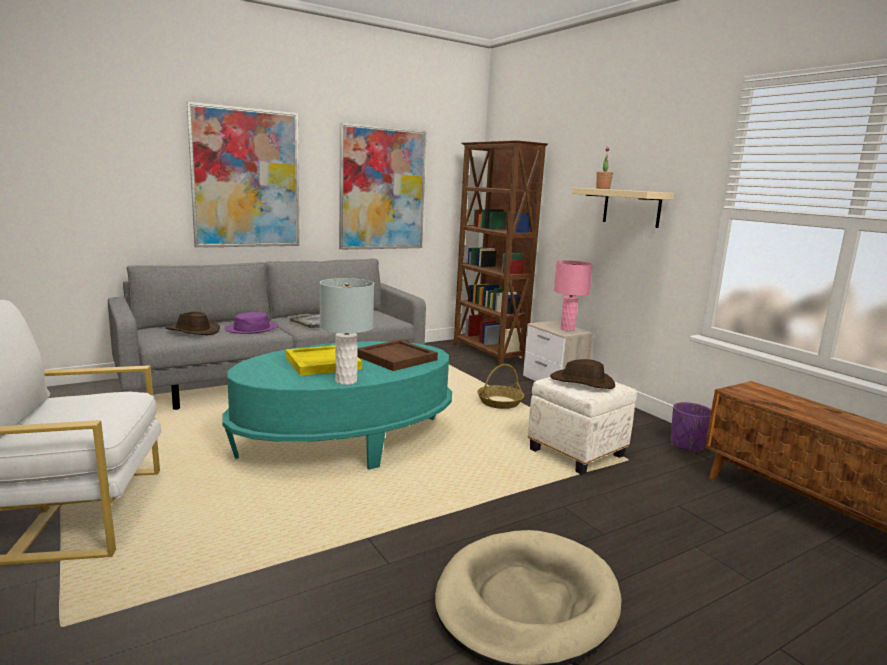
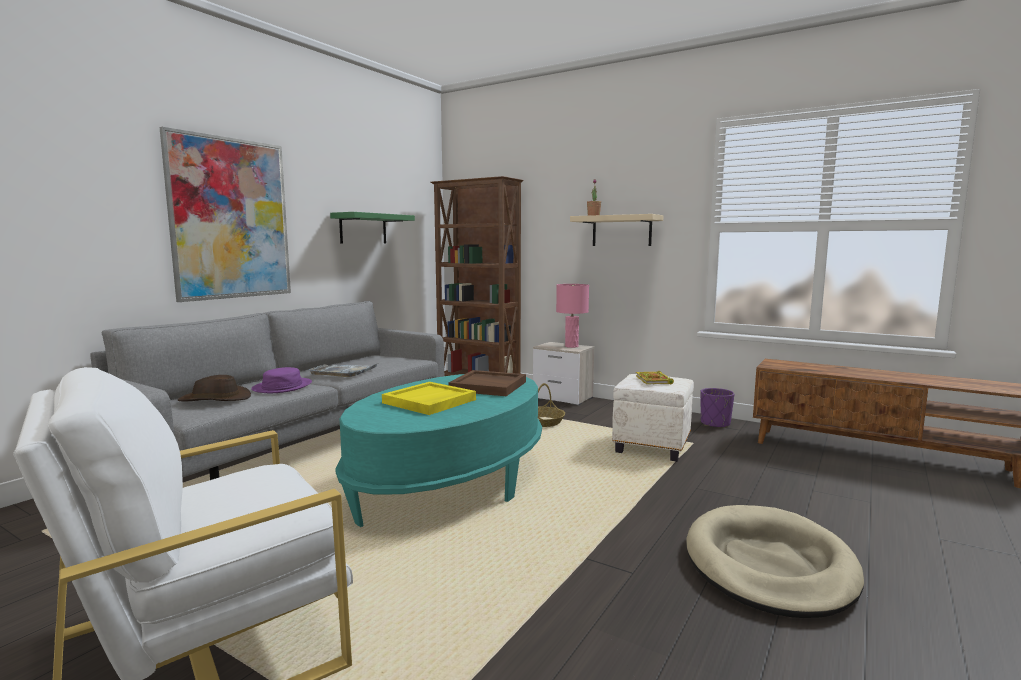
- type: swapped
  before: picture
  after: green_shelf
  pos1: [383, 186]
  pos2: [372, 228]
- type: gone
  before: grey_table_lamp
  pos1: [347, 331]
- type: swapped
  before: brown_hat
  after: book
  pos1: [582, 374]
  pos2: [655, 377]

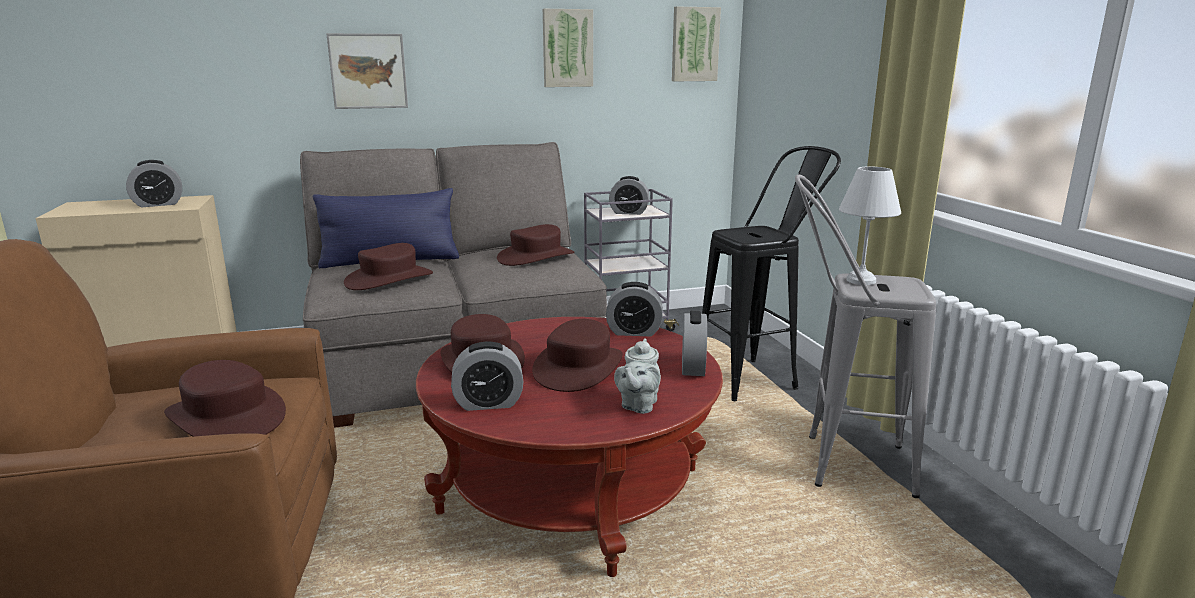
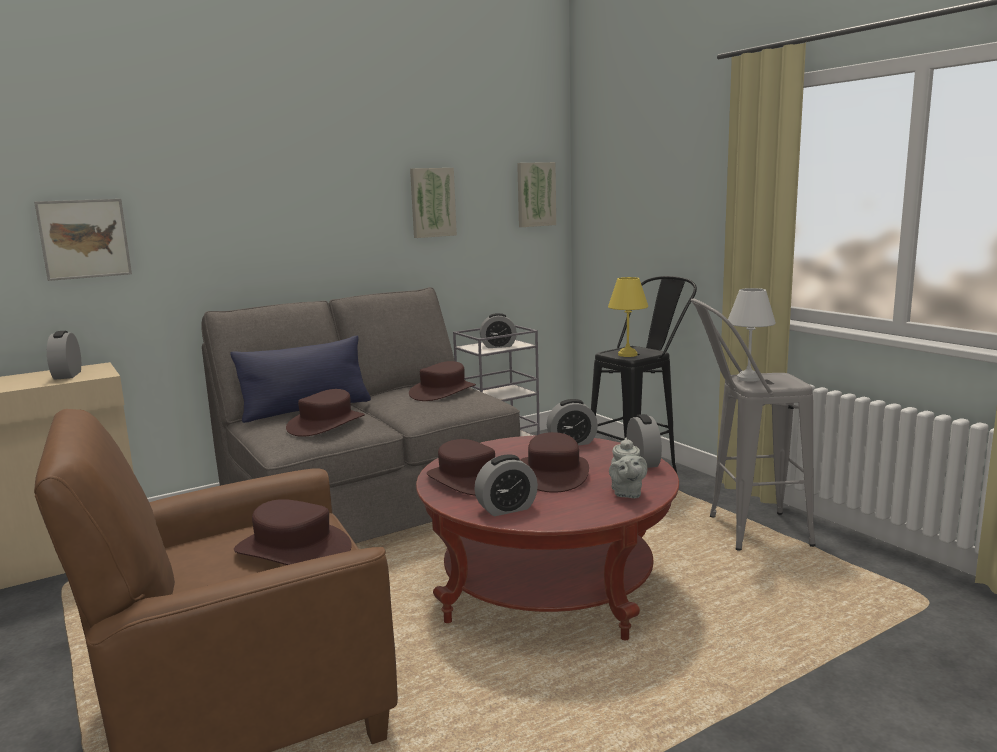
- type: shifted
  before: picture
  pos1: [367, 71]
  pos2: [83, 240]
- type: rotated
  before: alarm_clock
  pos1: [154, 183]
  pos2: [64, 355]
  turn: 120
- type: new
  after: yellow_table_lamp
  pos2: [628, 317]

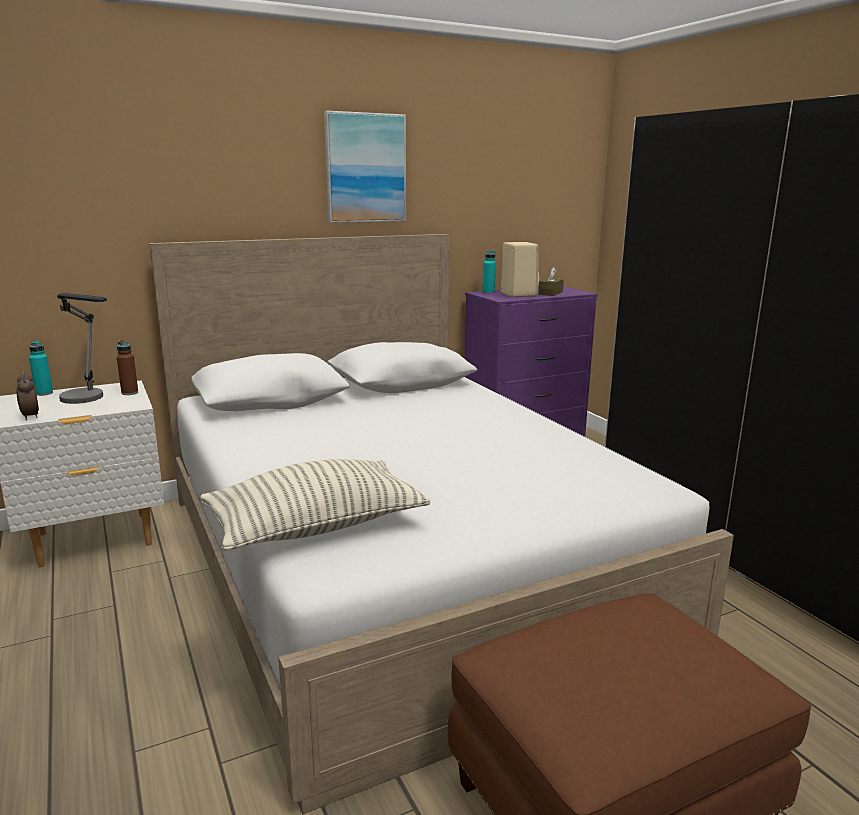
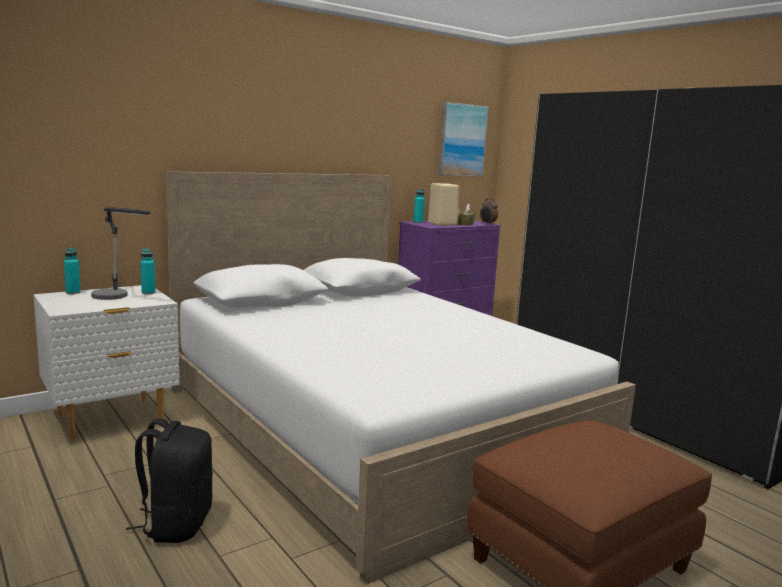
- type: shifted
  before: picture
  pos1: [365, 167]
  pos2: [464, 139]
- type: repainted
  before: brown_bottle
  after: turquoise_bottle
  pos1: [127, 367]
  pos2: [148, 271]
- type: shifted
  before: alarm_clock
  pos1: [27, 395]
  pos2: [489, 211]
- type: gone
  before: pillow
  pos1: [315, 505]
- type: new
  after: black_backpack
  pos2: [169, 480]

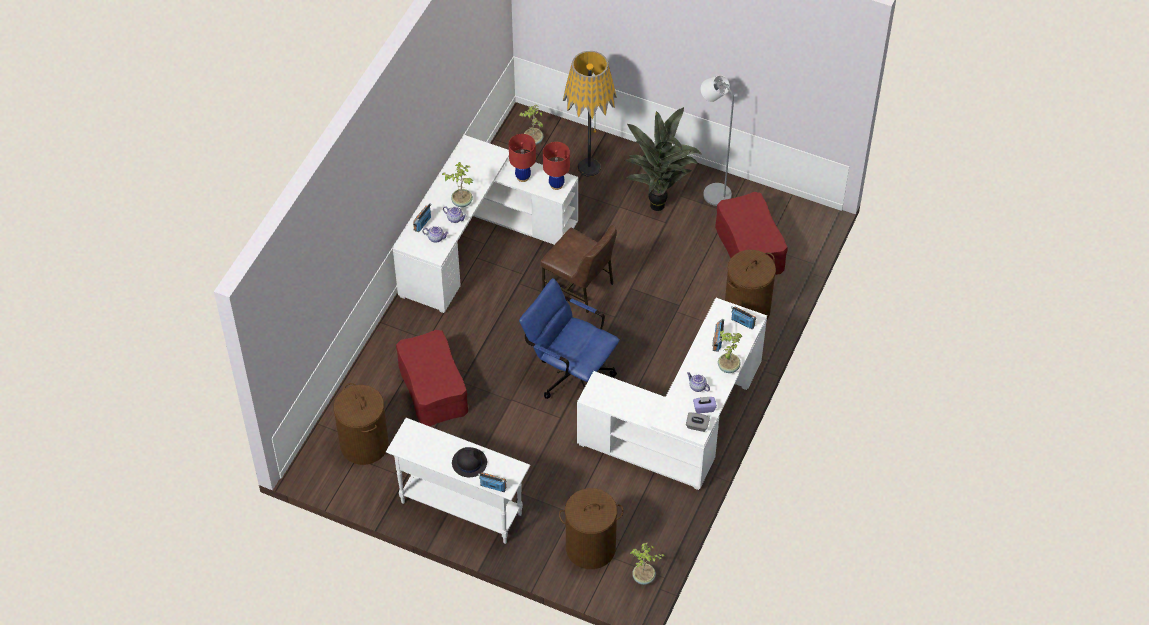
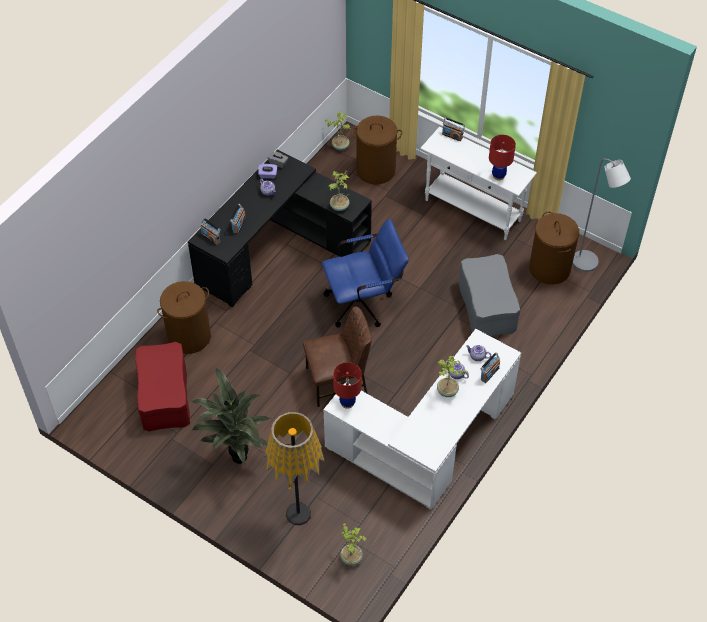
- type: shifted
  before: grey_floor_lamp
  pos1: [717, 140]
  pos2: [602, 215]
- type: shifted
  before: red_table_lamp
  pos1: [522, 158]
  pos2: [502, 157]
- type: rotated
  before: brown_chair
  pos1: [578, 269]
  pos2: [337, 357]
  turn: 120
- type: rotated
  before: blue_office_chair
  pos1: [569, 338]
  pos2: [365, 273]
  turn: -60
- type: repainted
  before: white_desk
  after: black_desk
  pos1: [672, 394]
  pos2: [280, 228]
- type: repainted
  before: red_ottoman
  after: grey_ottoman
  pos1: [432, 378]
  pos2: [489, 295]
- type: shifted
  before: potted_plant
  pos1: [730, 351]
  pos2: [339, 191]
- type: gone
  before: black_hat
  pos1: [469, 462]

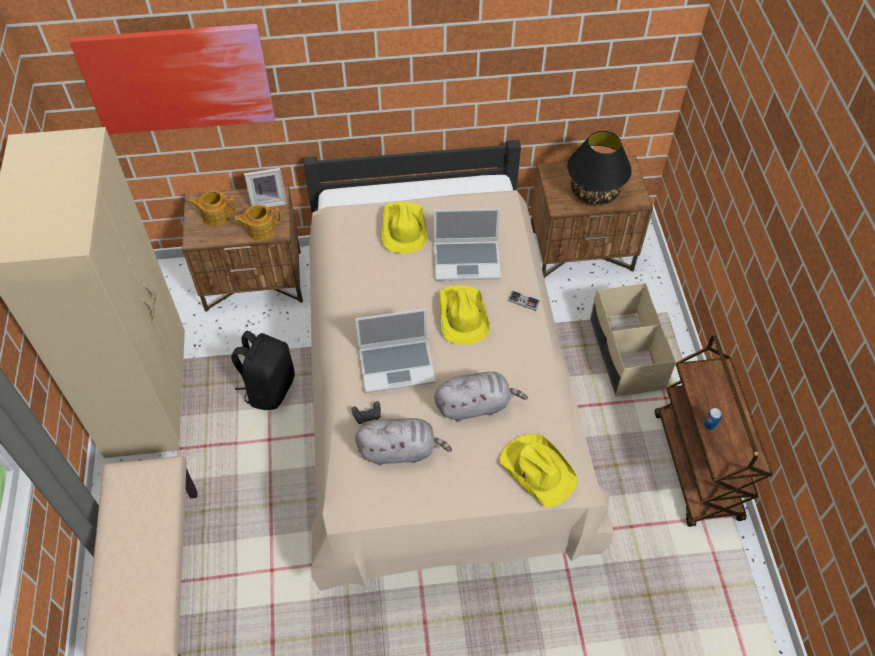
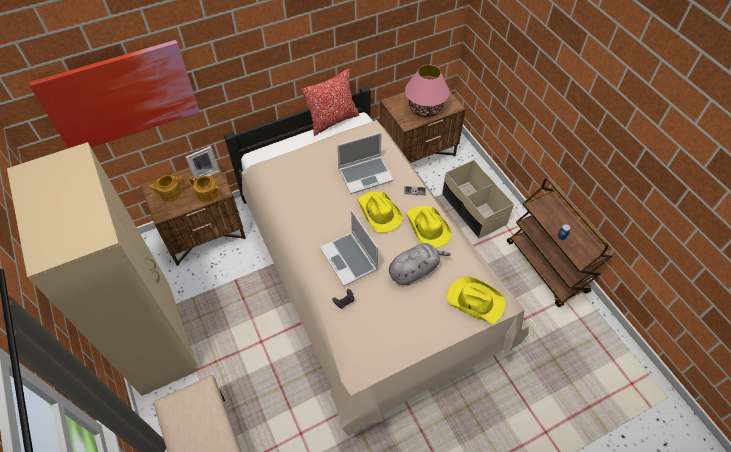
- type: repainted
  before: black_table_lamp
  after: pink_table_lamp
  pos1: [599, 168]
  pos2: [427, 91]
- type: shifted
  before: yellow_hat
  pos1: [404, 228]
  pos2: [429, 227]
- type: rotated
  before: teapot
  pos1: [257, 223]
  pos2: [204, 189]
  turn: -120
- type: rotated
  before: laptop
  pos1: [395, 351]
  pos2: [349, 248]
  turn: 90
- type: gone
  before: black_backpack
  pos1: [263, 370]
- type: gone
  before: grey_plush_toy
  pos1: [403, 441]
- type: new
  after: pillow
  pos2: [330, 102]

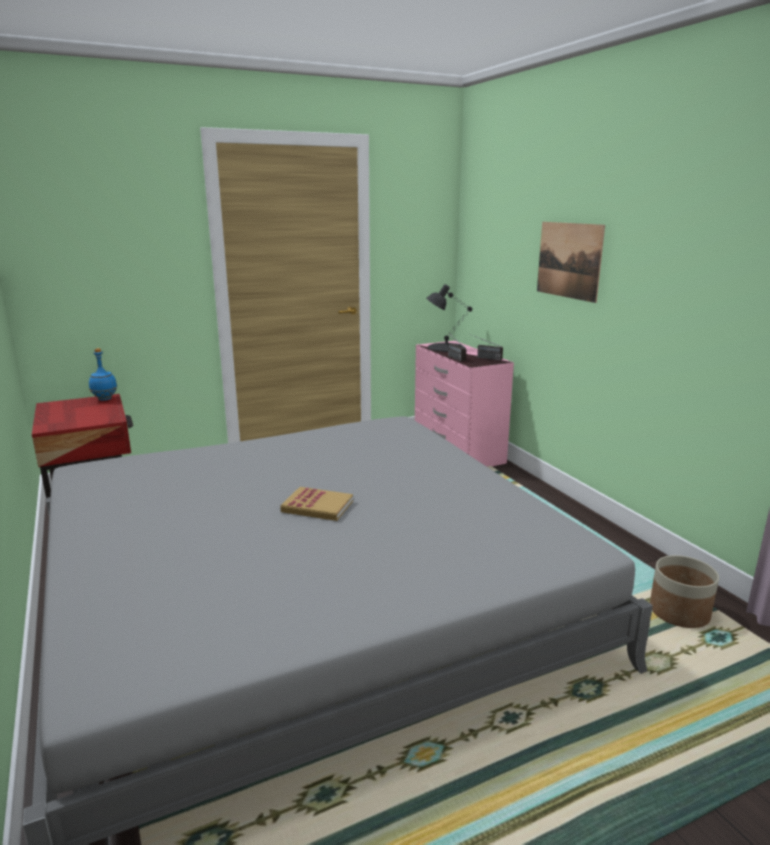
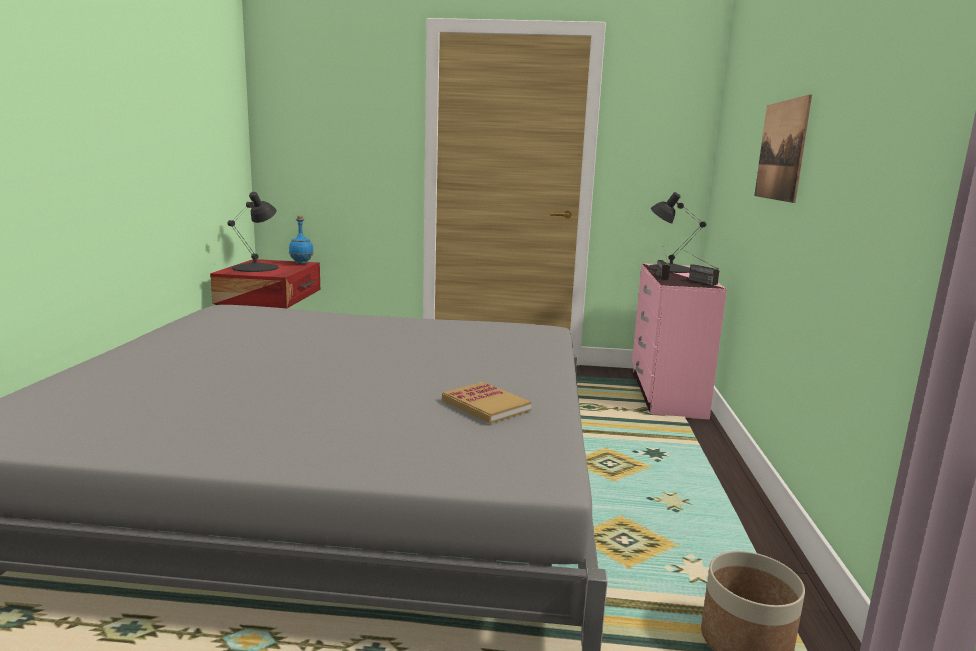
- type: shifted
  before: book
  pos1: [316, 504]
  pos2: [486, 403]
- type: new
  after: black_table_lamp
  pos2: [253, 232]

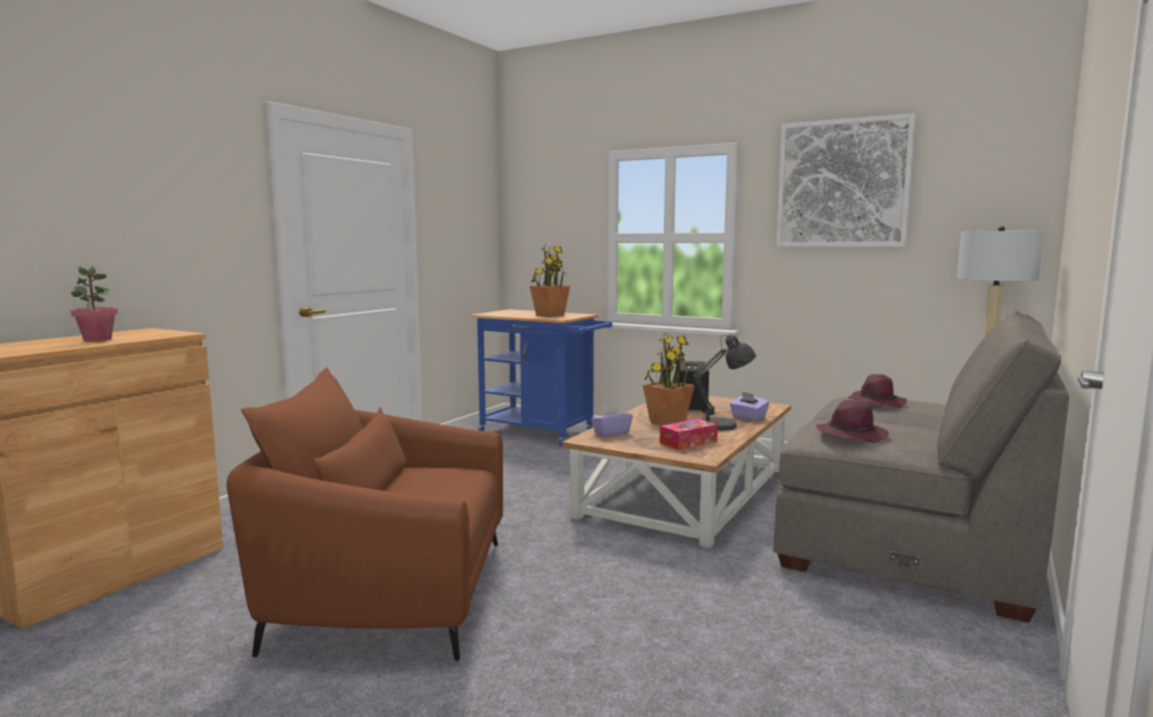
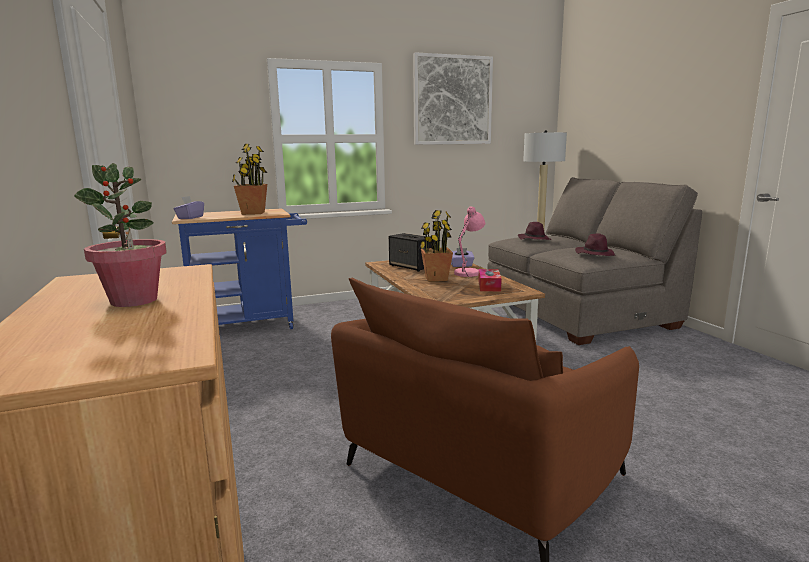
- type: repainted
  before: grey_table_lamp
  after: pink_table_lamp
  pos1: [724, 382]
  pos2: [469, 241]
- type: shifted
  before: purple_tissue_box
  pos1: [612, 420]
  pos2: [189, 207]

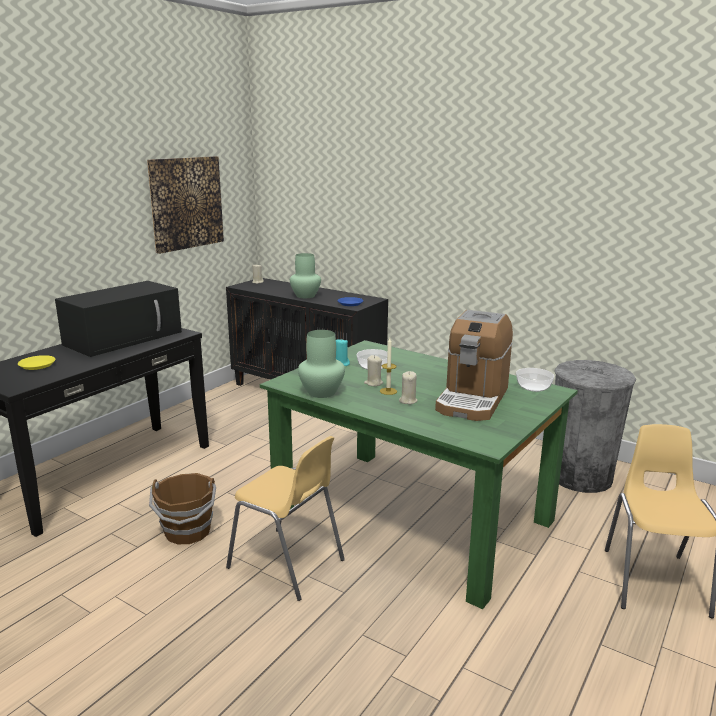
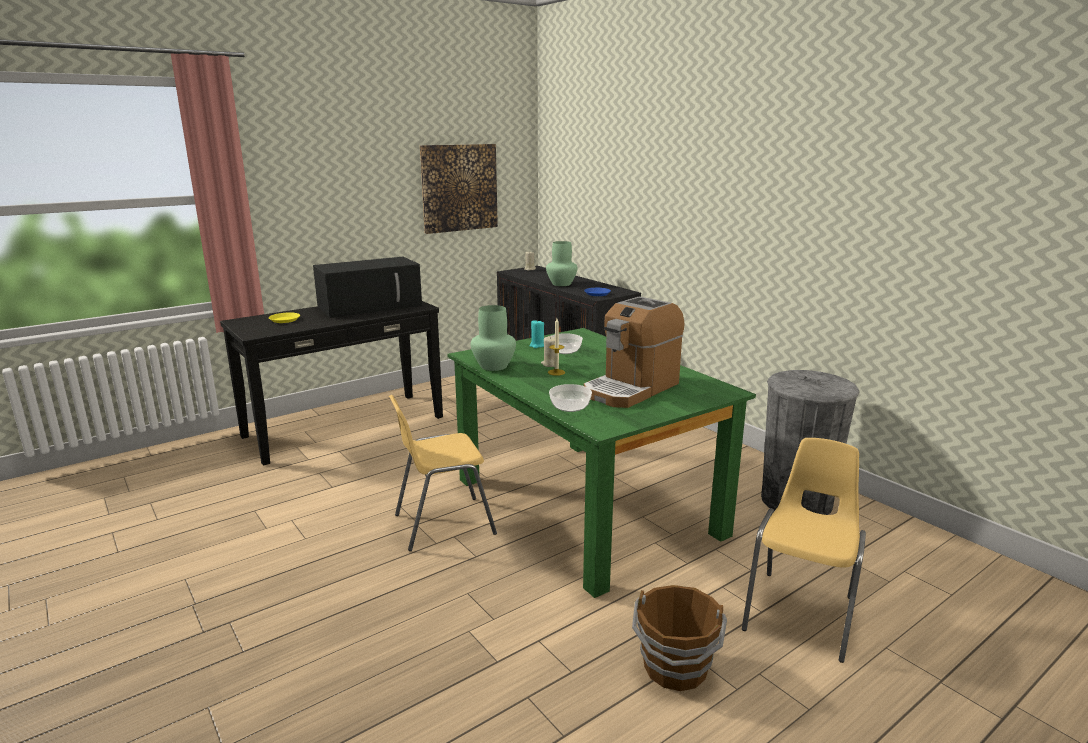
- type: shifted
  before: bowl
  pos1: [535, 380]
  pos2: [570, 398]
- type: gone
  before: beige_candle
  pos1: [408, 387]
- type: rotated
  before: yellow_chair
  pos1: [285, 518]
  pos2: [443, 473]
  turn: 105
- type: shifted
  before: brown_bucket
  pos1: [182, 508]
  pos2: [679, 638]

